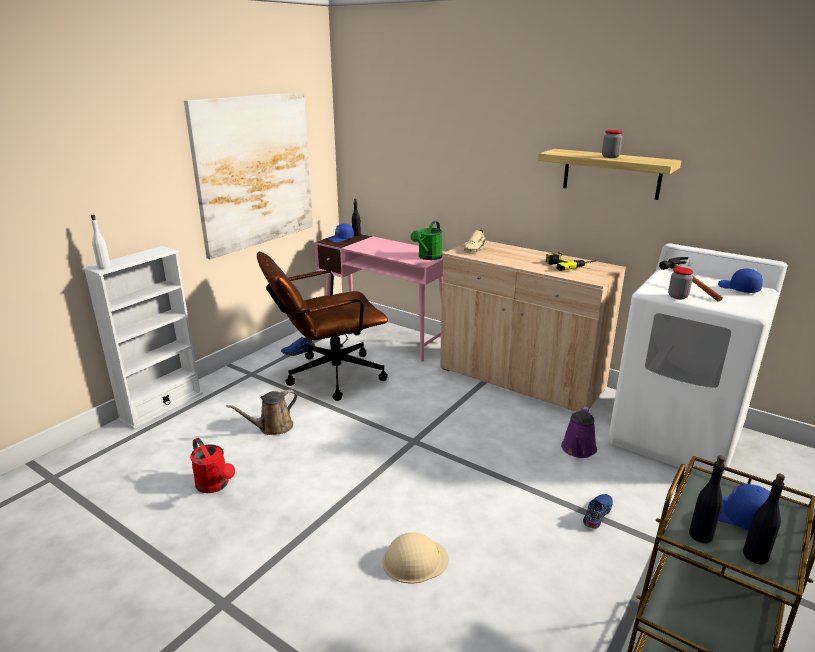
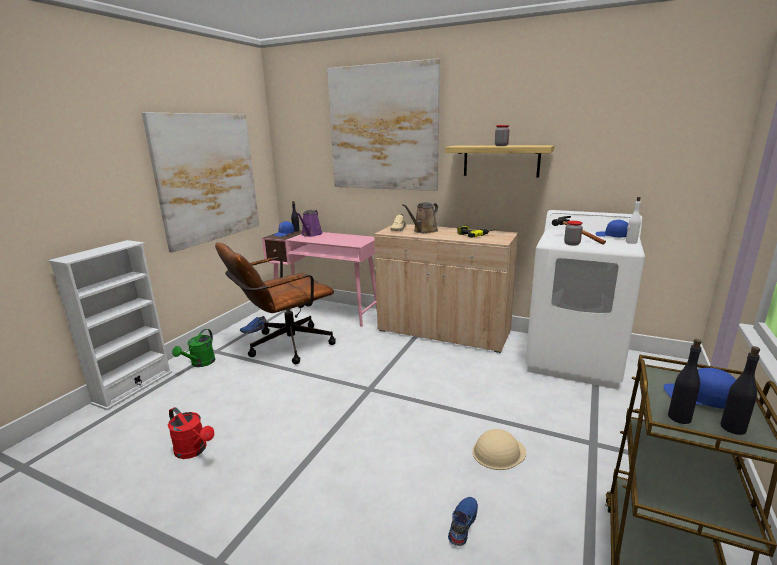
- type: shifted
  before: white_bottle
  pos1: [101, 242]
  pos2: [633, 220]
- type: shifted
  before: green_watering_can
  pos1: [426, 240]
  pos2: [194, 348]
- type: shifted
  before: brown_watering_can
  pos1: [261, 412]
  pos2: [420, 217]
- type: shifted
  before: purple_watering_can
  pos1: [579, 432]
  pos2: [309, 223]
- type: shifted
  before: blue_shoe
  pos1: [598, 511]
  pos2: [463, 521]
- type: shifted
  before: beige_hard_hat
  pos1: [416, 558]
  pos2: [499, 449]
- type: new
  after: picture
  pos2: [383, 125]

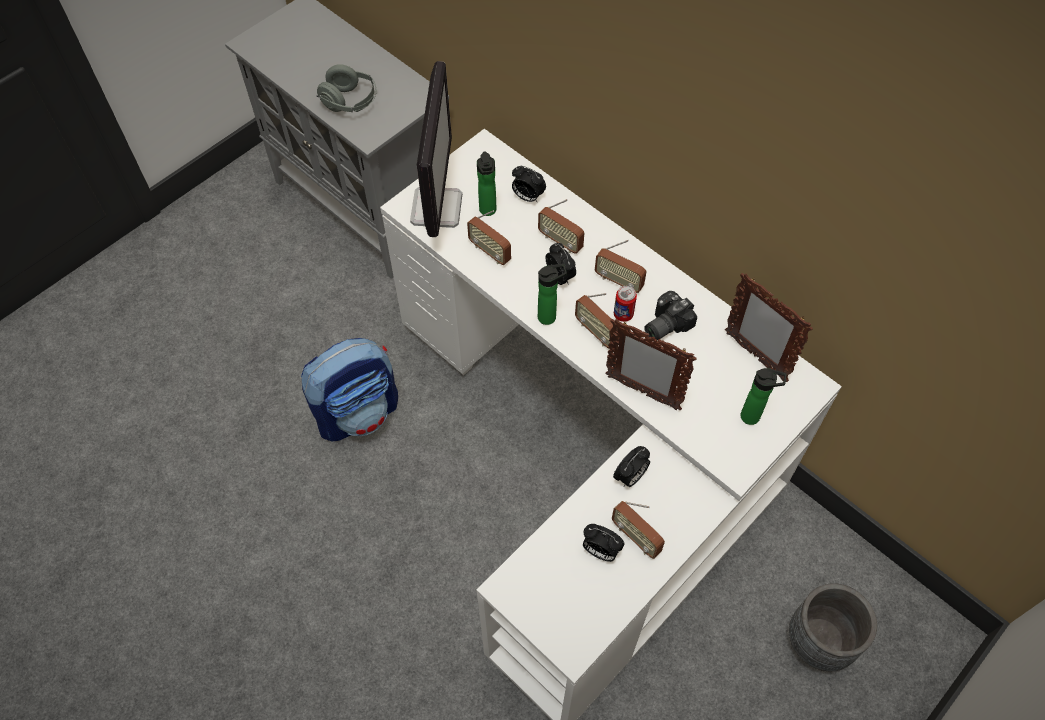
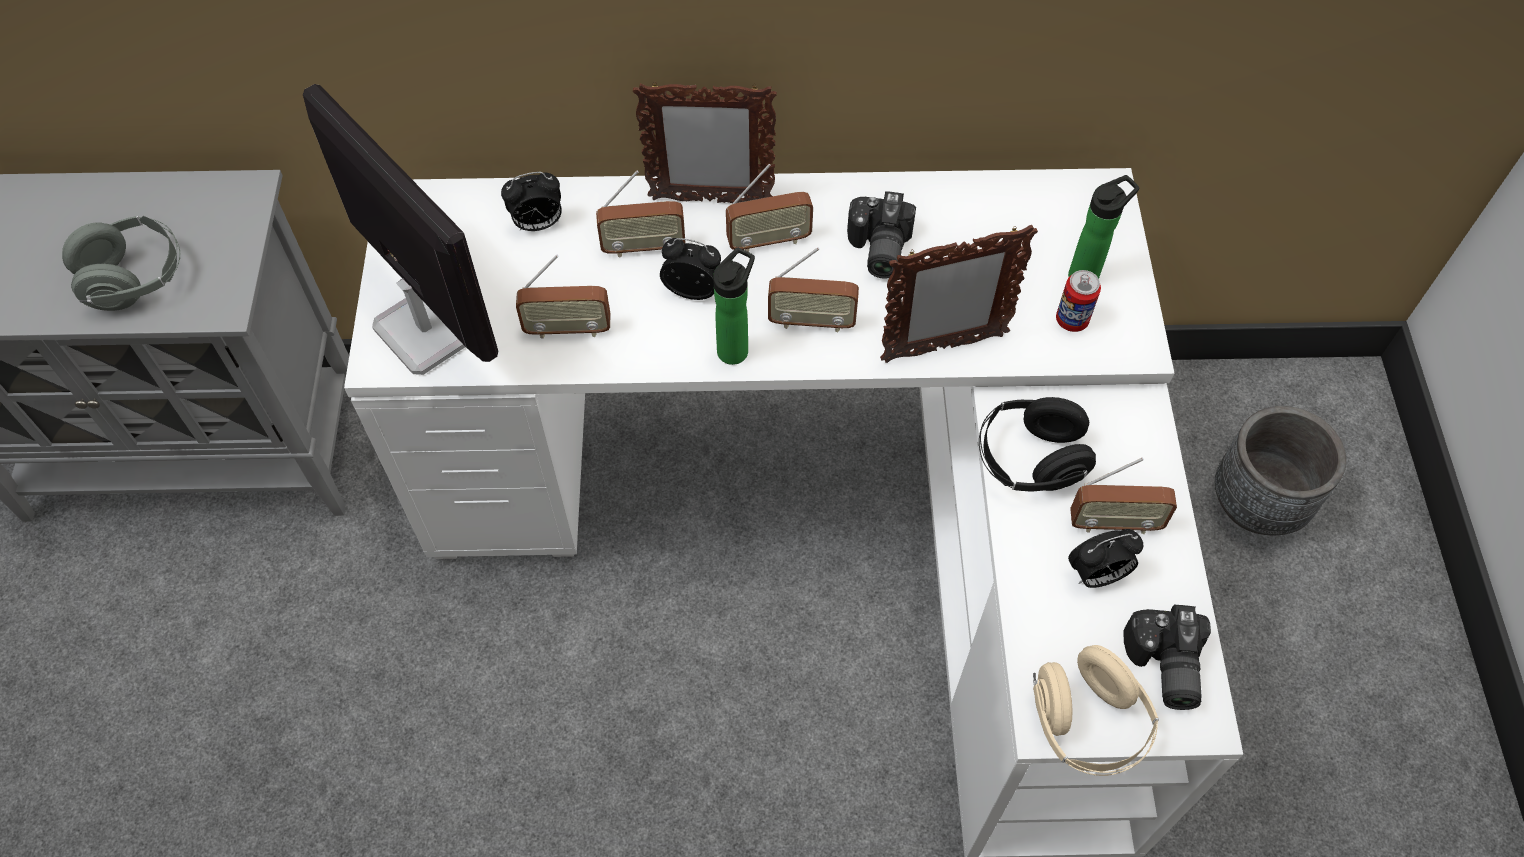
- type: gone
  before: bottle
  pos1: [487, 183]
- type: shifted
  before: picture_frame
  pos1: [769, 327]
  pos2: [705, 142]
- type: shifted
  before: can
  pos1: [625, 304]
  pos2: [1078, 301]
- type: gone
  before: backpack
  pos1: [349, 389]
- type: swapped
  before: alarm_clock
  after: black_headphones
  pos1: [631, 466]
  pos2: [1037, 444]
- type: new
  after: photo_camera
  pos2: [1167, 657]
- type: new
  after: beige_headphones
  pos2: [1096, 710]

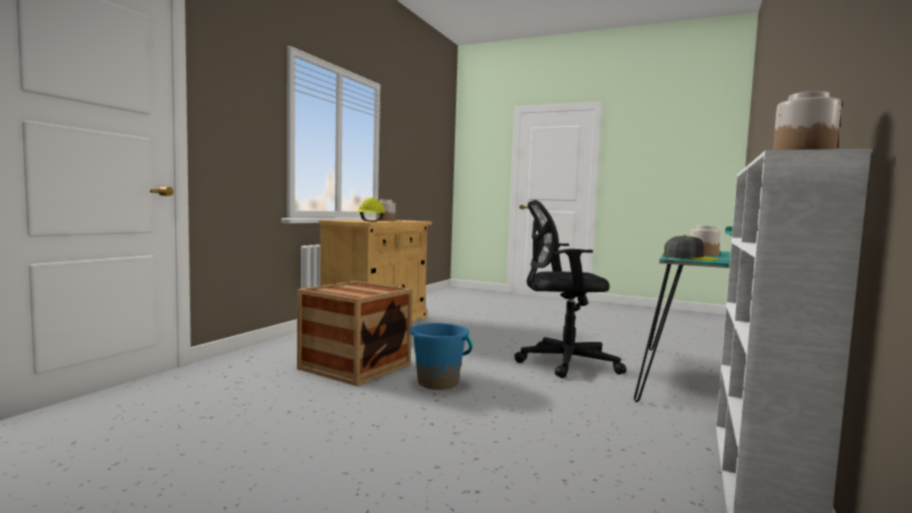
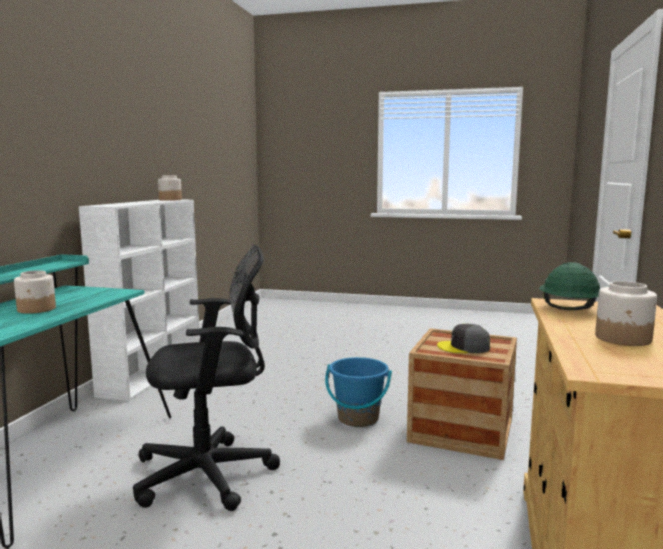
- type: repainted
  before: yellow_hard_hat
  after: green_hard_hat
  pos1: [371, 210]
  pos2: [569, 286]
- type: shifted
  before: grey_cap
  pos1: [691, 248]
  pos2: [463, 338]

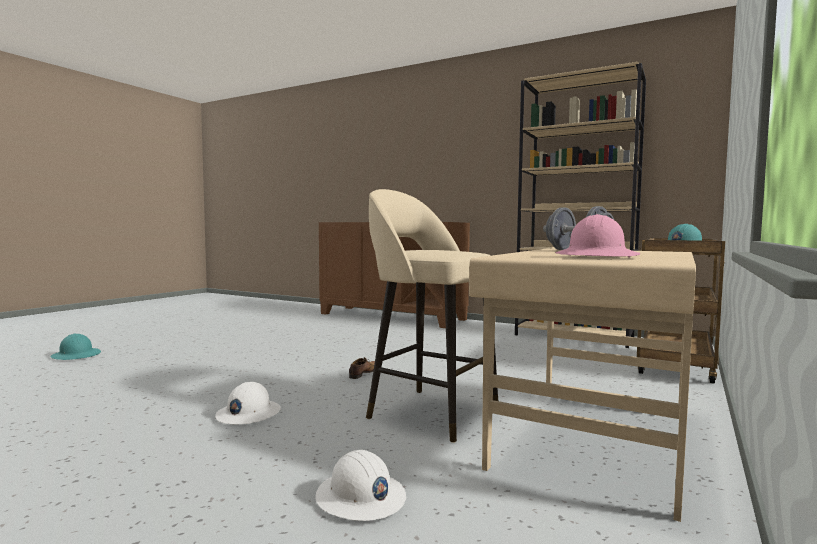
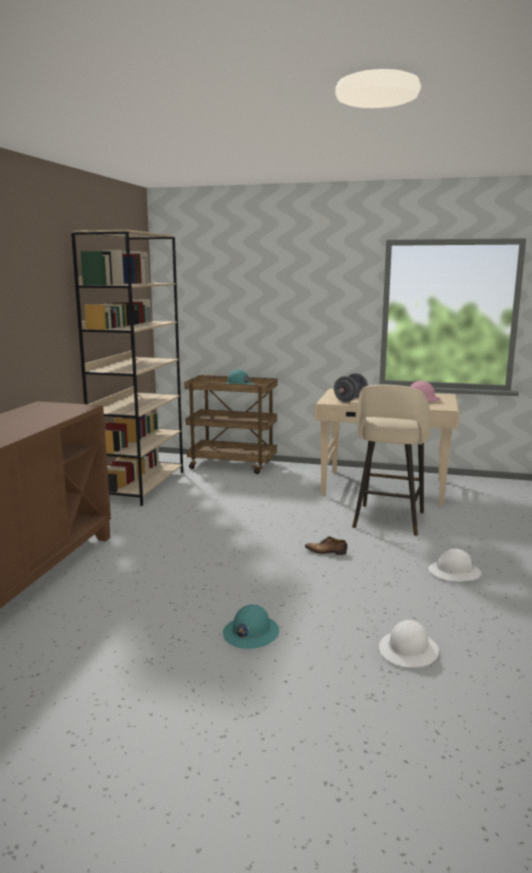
- type: shifted
  before: turquoise_hard_hat
  pos1: [75, 347]
  pos2: [251, 626]
- type: shifted
  before: white_hard_hat
  pos1: [360, 485]
  pos2: [409, 644]

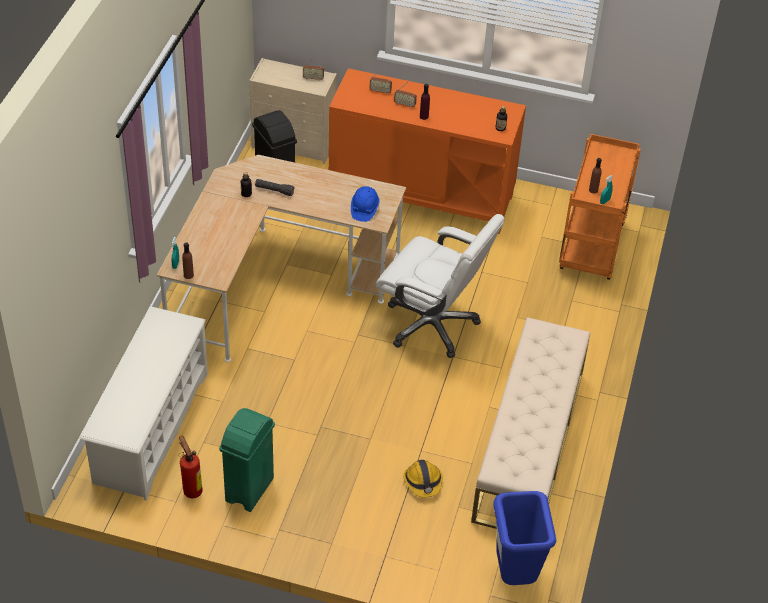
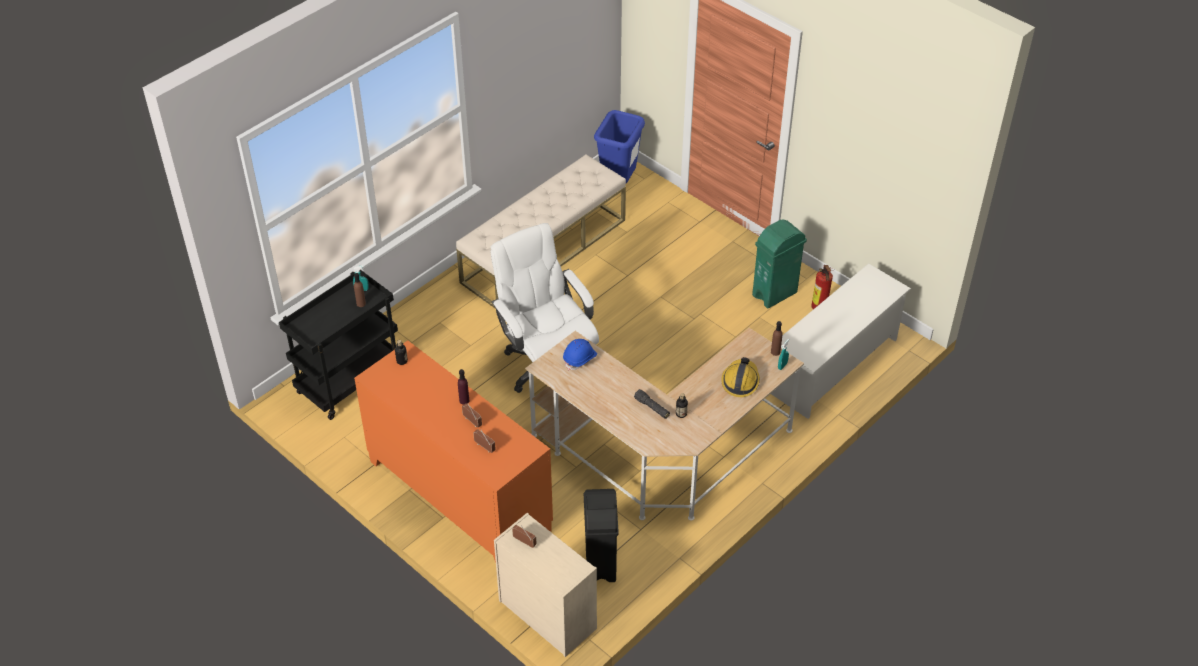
- type: repainted
  before: orange_cart
  after: black_cart
  pos1: [600, 207]
  pos2: [338, 345]
- type: shifted
  before: hard_hat
  pos1: [423, 479]
  pos2: [740, 377]

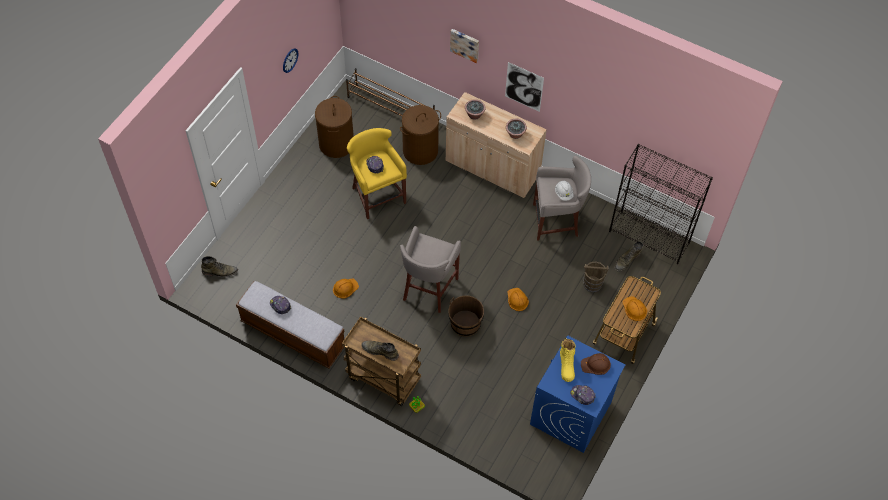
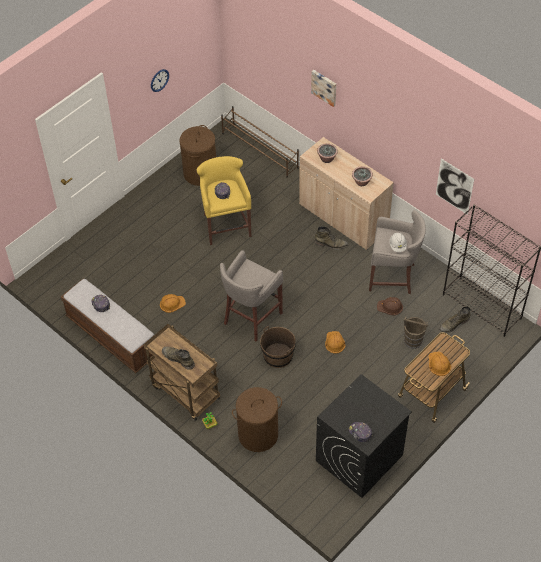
- type: shifted
  before: picture
  pos1: [524, 87]
  pos2: [455, 187]
- type: shifted
  before: brown_laundry_basket
  pos1: [420, 135]
  pos2: [257, 419]
- type: shifted
  before: green_boot
  pos1: [219, 266]
  pos2: [331, 237]
- type: repainted
  before: blue_washing_machine
  after: black_washing_machine
  pos1: [578, 394]
  pos2: [364, 436]
- type: gone
  before: yellow_boot
  pos1: [568, 360]
- type: shifted
  before: brown_hard_hat
  pos1: [596, 364]
  pos2: [390, 306]

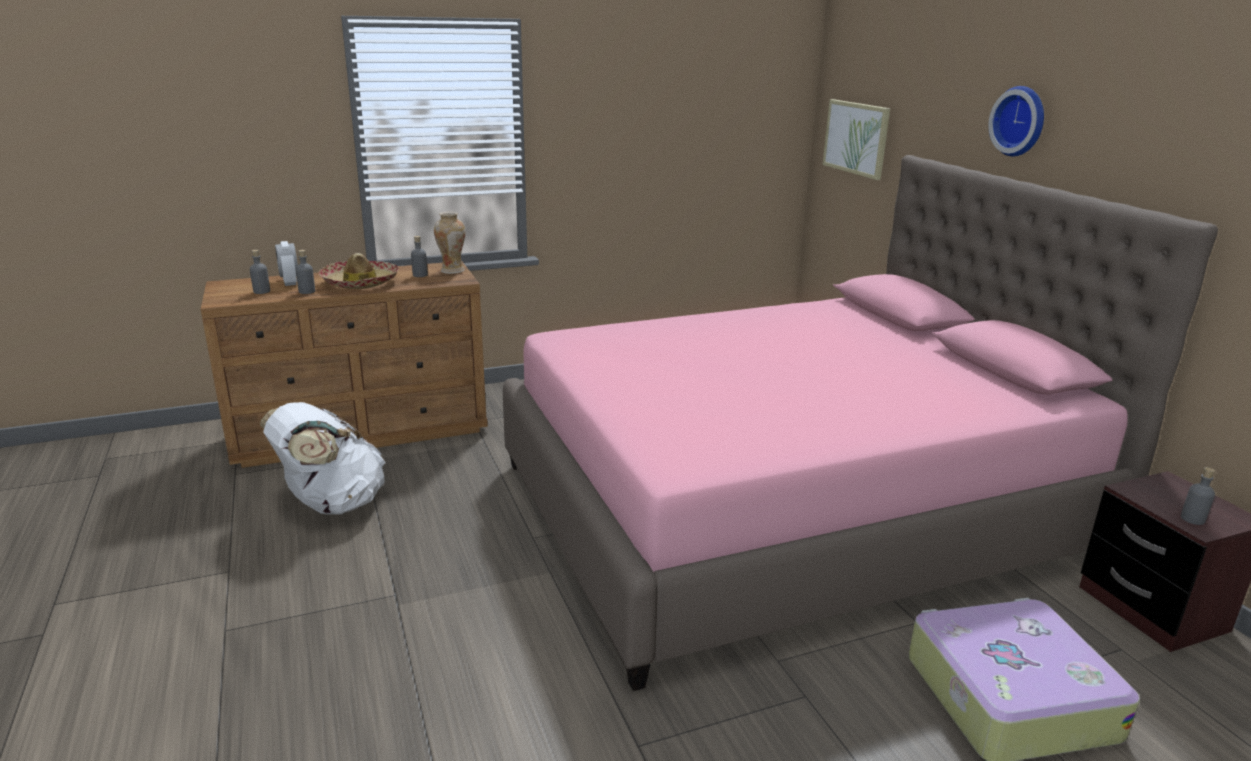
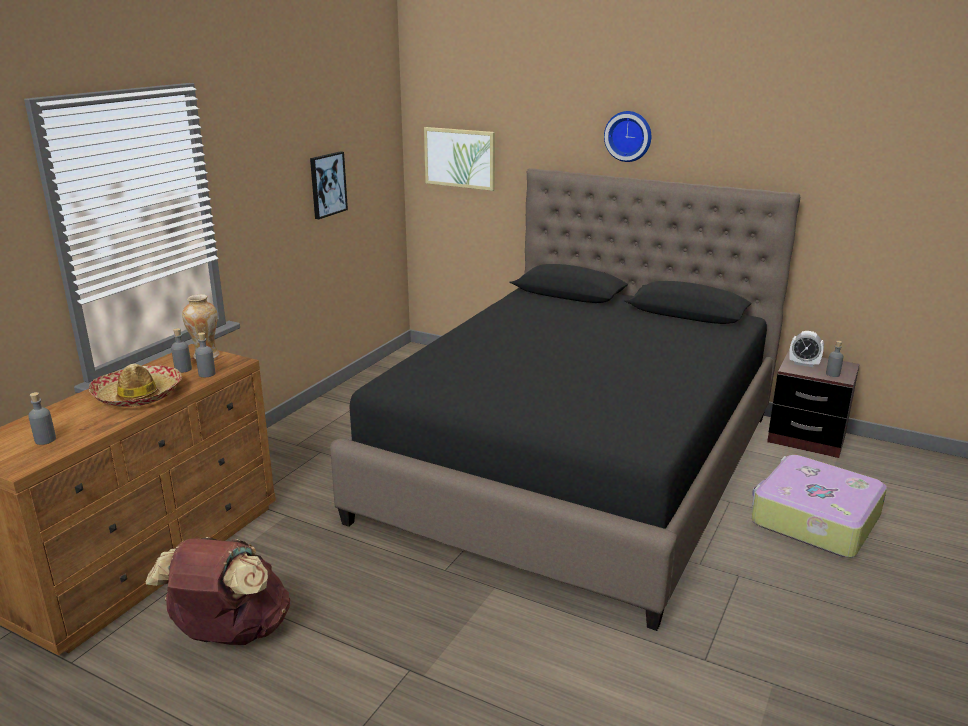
- type: repainted
  before: pink_bed
  after: black_bed
  pos1: [860, 423]
  pos2: [565, 399]
- type: shifted
  before: alarm_clock
  pos1: [286, 263]
  pos2: [806, 349]
- type: shifted
  before: grey_bottle
  pos1: [305, 272]
  pos2: [205, 354]
- type: repainted
  before: white_backpack
  after: brown_backpack
  pos1: [323, 458]
  pos2: [218, 591]
- type: new
  after: picture
  pos2: [329, 185]

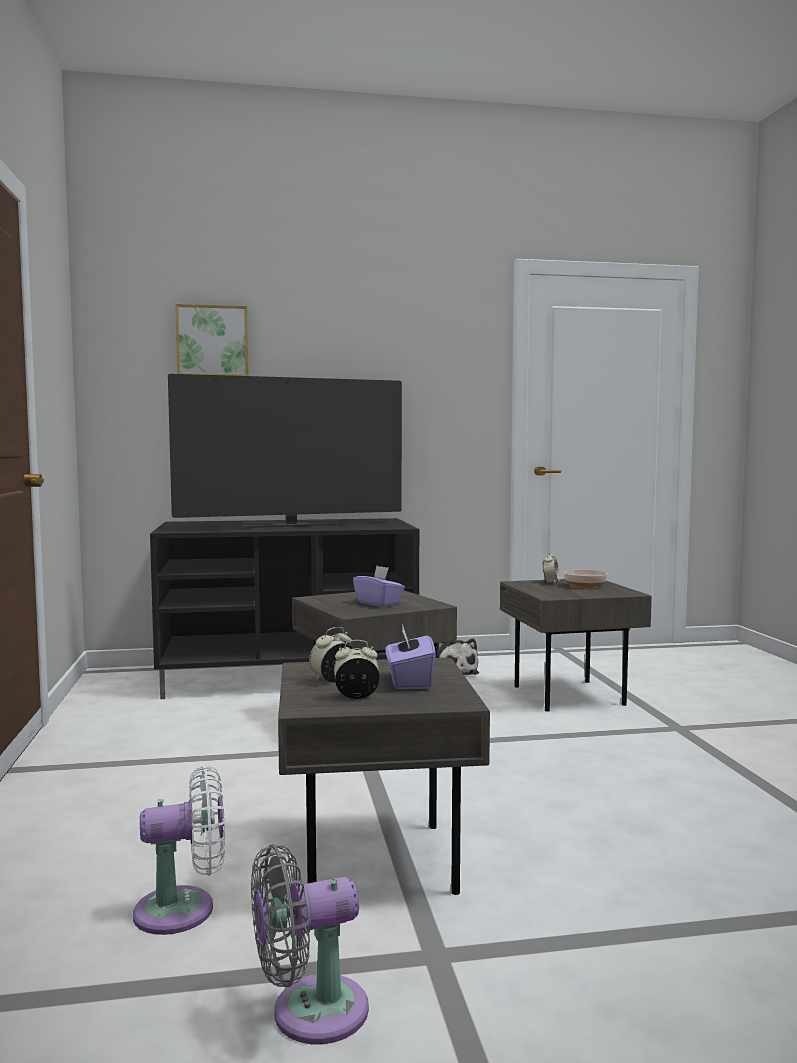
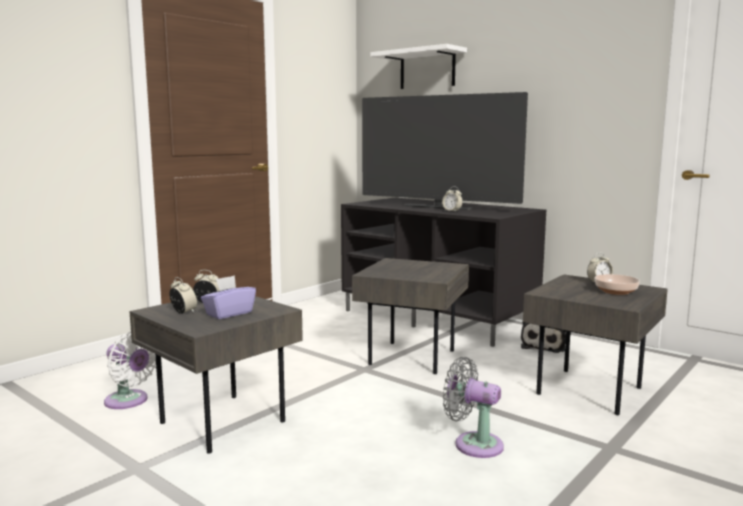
- type: swapped
  before: picture
  after: white_shelf
  pos1: [212, 340]
  pos2: [418, 66]
- type: gone
  before: purple_tissue_box
  pos1: [379, 586]
- type: shifted
  before: grey_fan
  pos1: [310, 944]
  pos2: [473, 407]
- type: new
  after: alarm_clock
  pos2: [452, 199]

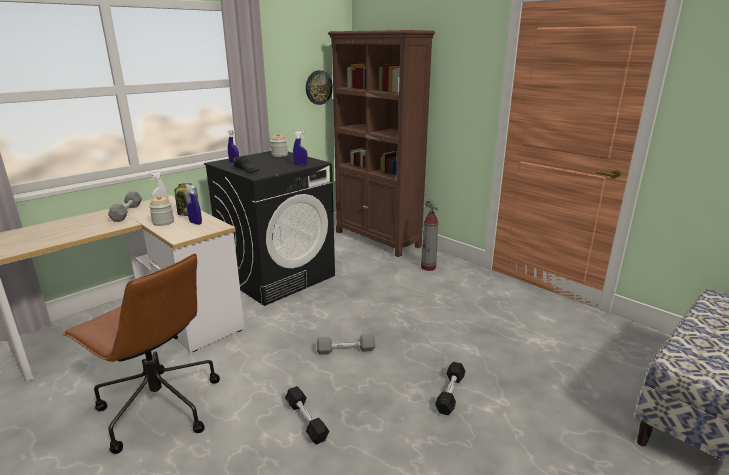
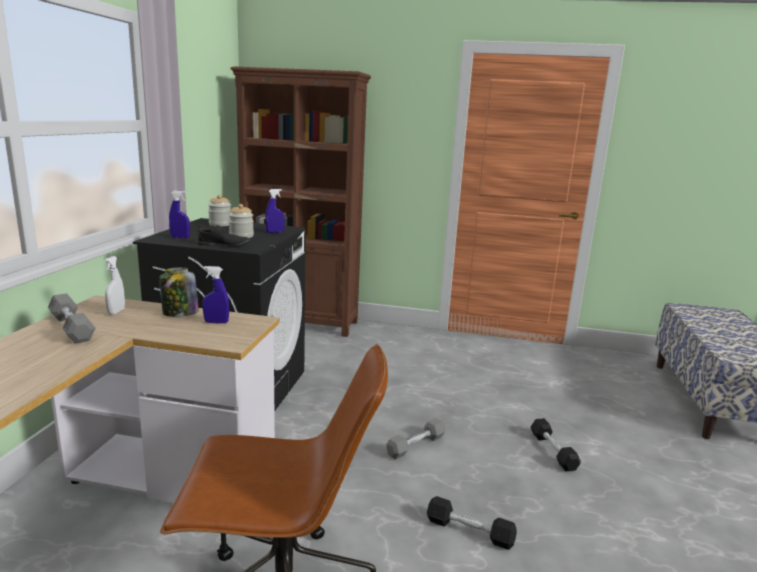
- type: gone
  before: wall_clock
  pos1: [319, 87]
- type: shifted
  before: jar
  pos1: [161, 210]
  pos2: [241, 221]
- type: gone
  before: fire_extinguisher
  pos1: [429, 235]

